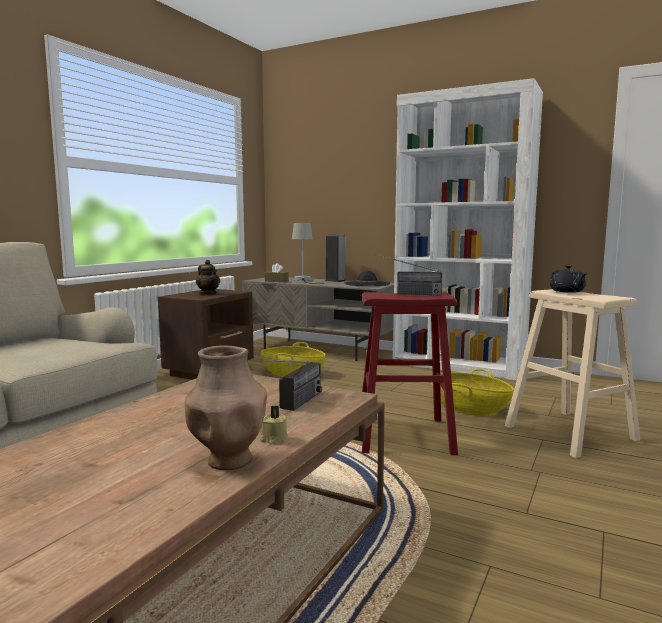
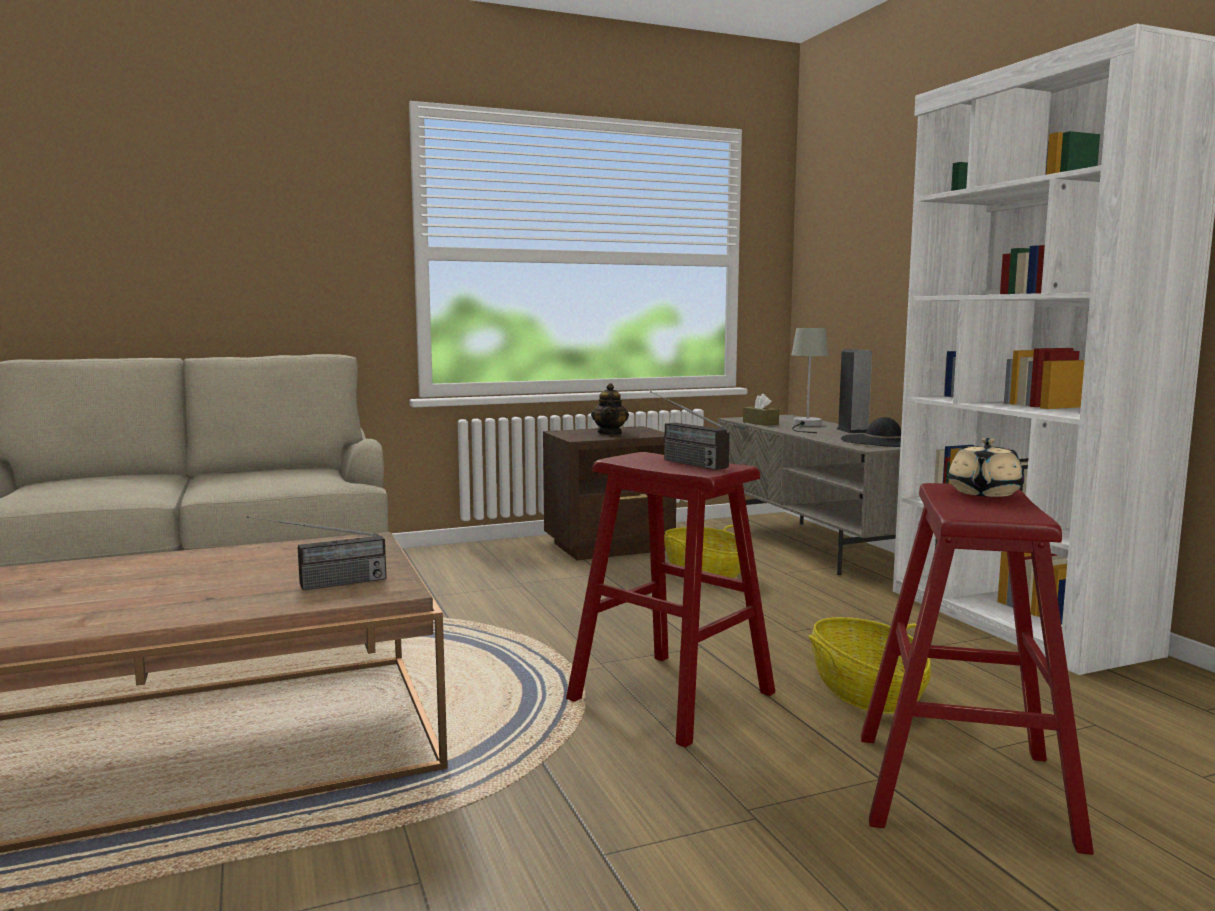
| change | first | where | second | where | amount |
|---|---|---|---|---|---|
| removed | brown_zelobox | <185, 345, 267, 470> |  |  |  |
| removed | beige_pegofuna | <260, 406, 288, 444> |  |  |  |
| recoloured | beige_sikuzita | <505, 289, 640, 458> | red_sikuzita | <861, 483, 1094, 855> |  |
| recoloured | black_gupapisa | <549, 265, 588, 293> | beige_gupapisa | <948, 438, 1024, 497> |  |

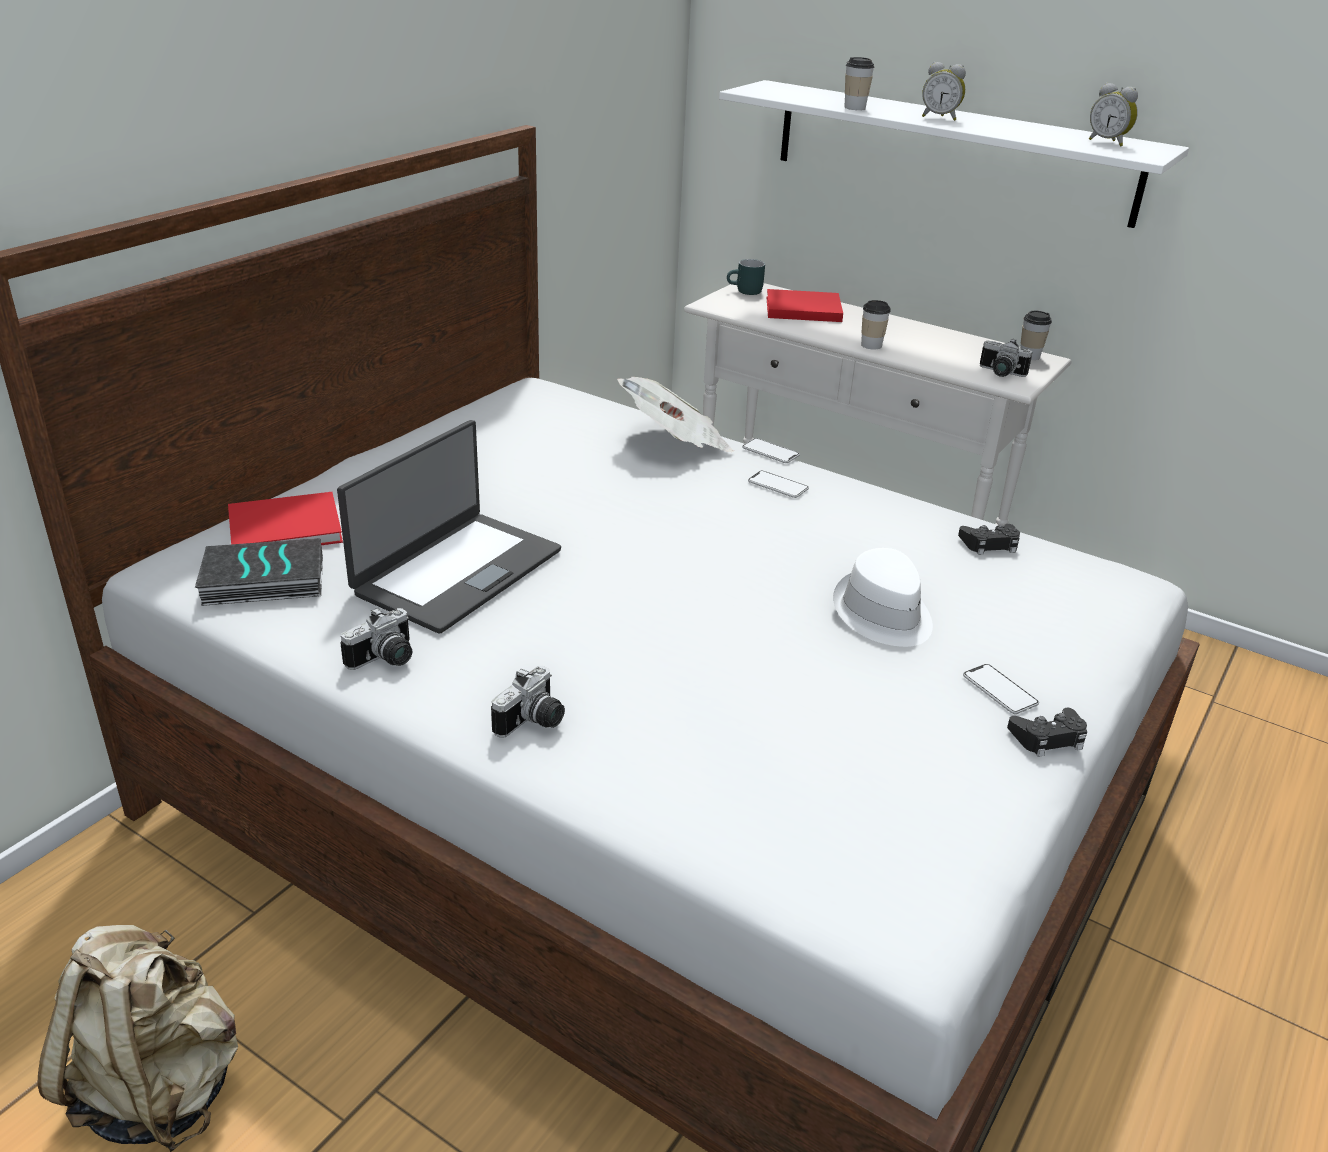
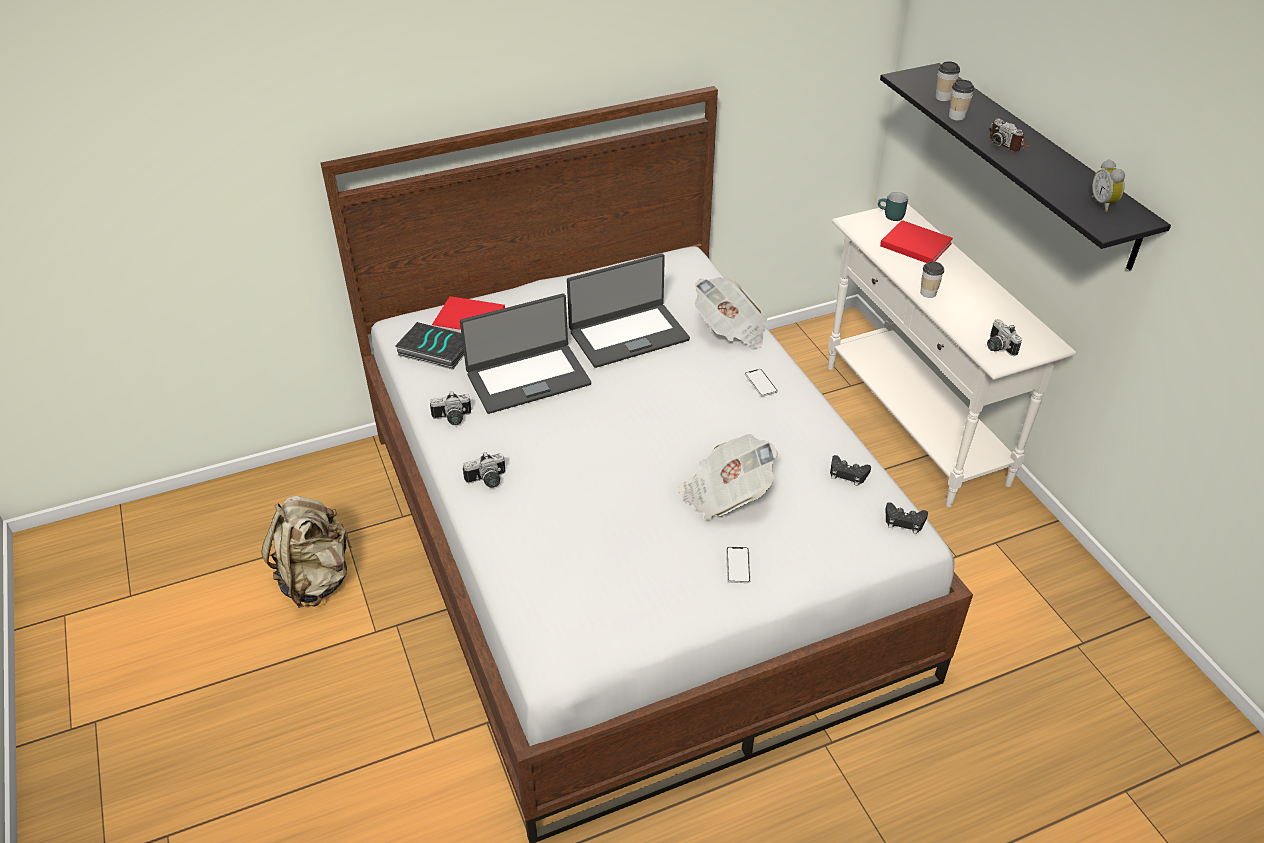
| change | first | where | second | where | amount |
|---|---|---|---|---|---|
| recoloured | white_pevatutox | <719, 80, 1189, 228> | black_pevatutox | <880, 63, 1171, 270> |  |
| removed | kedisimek | <742, 438, 800, 463> |  |  |  |
| replaced | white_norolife | <833, 548, 933, 647> | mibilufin | <678, 434, 778, 520> |  |
| replaced | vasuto | <922, 62, 966, 121> | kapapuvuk | <989, 119, 1030, 152> |  |
| moved | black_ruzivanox | <1007, 708, 1087, 757> |  | <886, 502, 928, 534> |  |
| moved | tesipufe | <1020, 311, 1052, 360> |  | <935, 61, 960, 101> |  |
| added |  |  | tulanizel | <567, 253, 690, 368> |  |

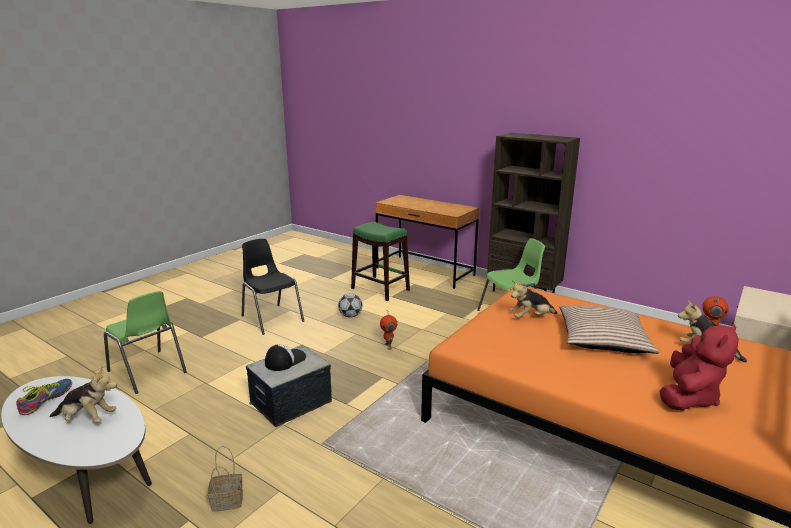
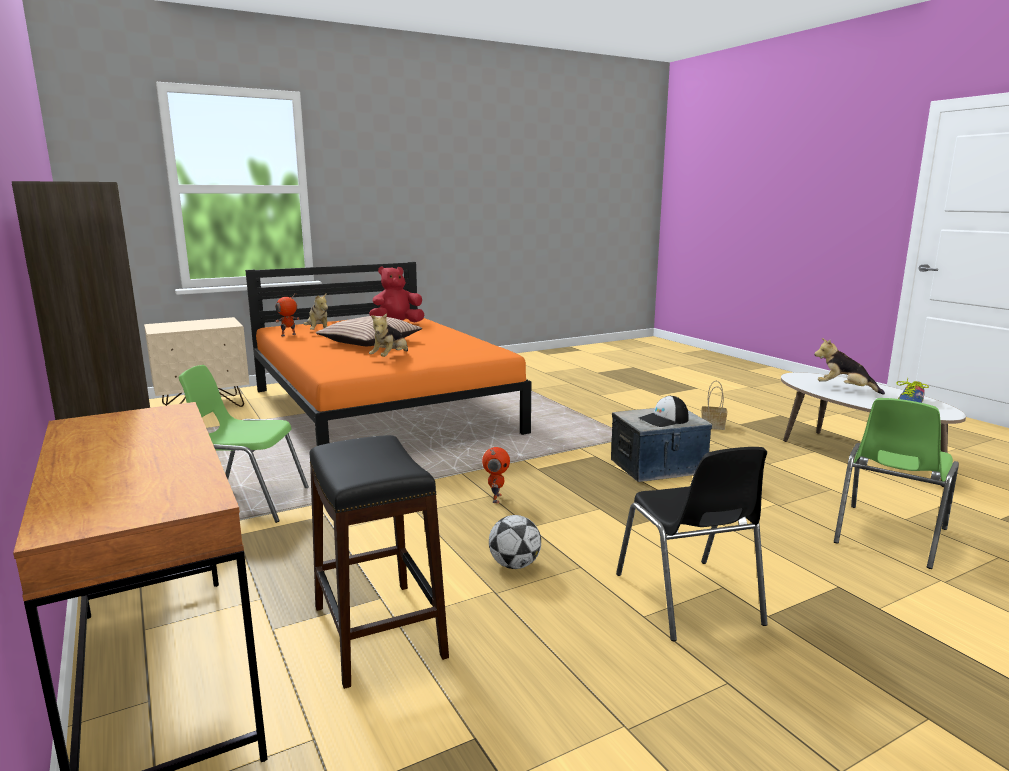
| change | first | where | second | where | amount |
|---|---|---|---|---|---|
| turned | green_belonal | <104, 291, 187, 394> |  | <834, 398, 959, 569> | 120 degrees counterclockwise |
| recoloured | green_sikuzita | <351, 222, 410, 301> | black_sikuzita | <310, 435, 449, 689> |  |
| turned | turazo | <510, 280, 557, 318> |  | <369, 313, 408, 357> | 105 degrees clockwise |

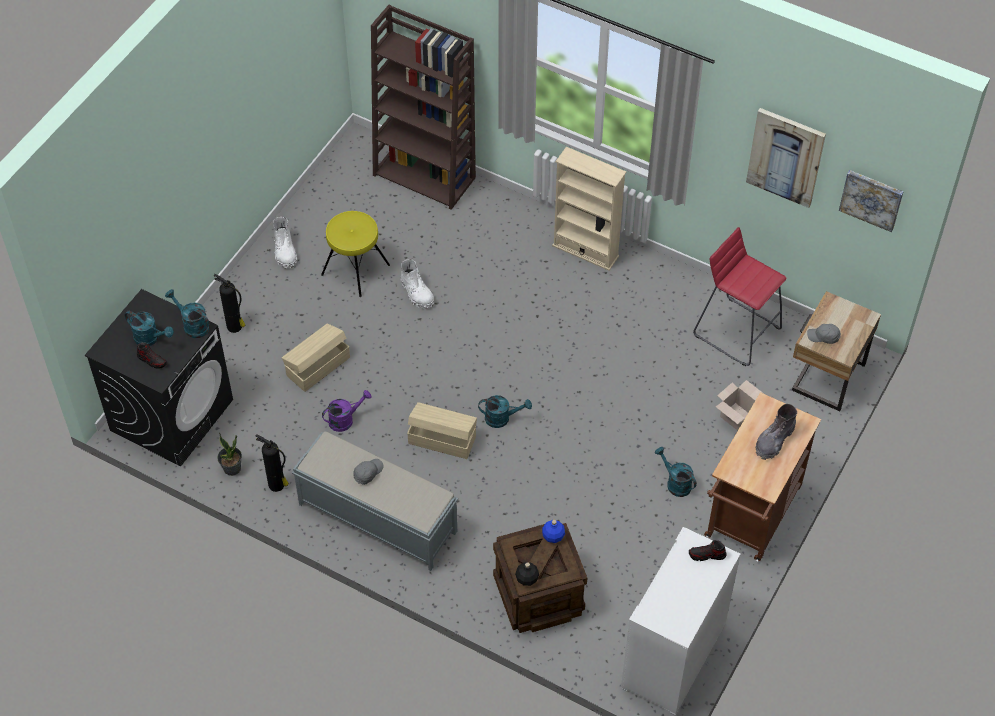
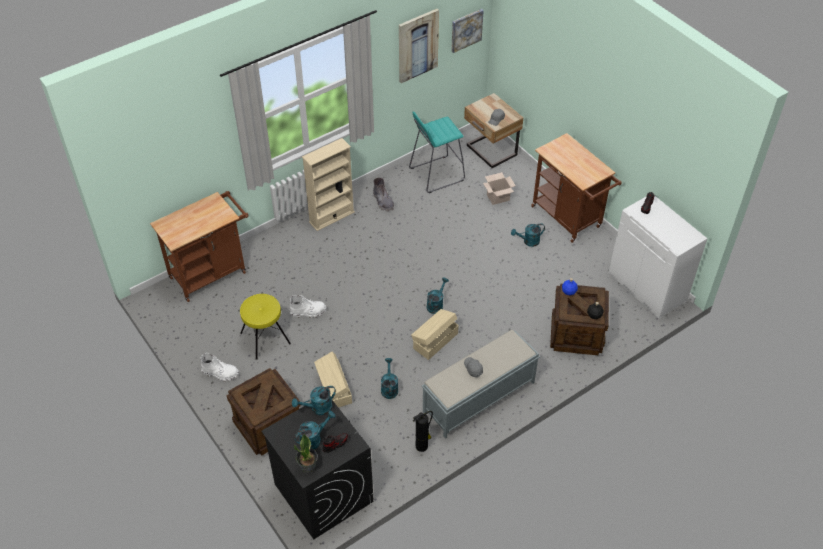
| change | first | where | second | where | amount |
|---|---|---|---|---|---|
| replaced | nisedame | <213, 274, 245, 333> | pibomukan | <227, 368, 301, 456> |  |
| moved | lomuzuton | <218, 433, 242, 476> |  | <294, 434, 318, 473> |  |
| recoloured | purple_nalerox | <322, 390, 372, 432> | turquoise_nalerox | <381, 358, 398, 399> |  |
| replaced | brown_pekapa | <371, 5, 476, 210> | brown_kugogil | <150, 191, 248, 302> |  |
| recoloured | red_sikuzita | <693, 227, 787, 366> | turquoise_sikuzita | <409, 112, 465, 193> |  |
| moved | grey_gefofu | <756, 404, 797, 460> |  | <373, 178, 394, 211> |  |

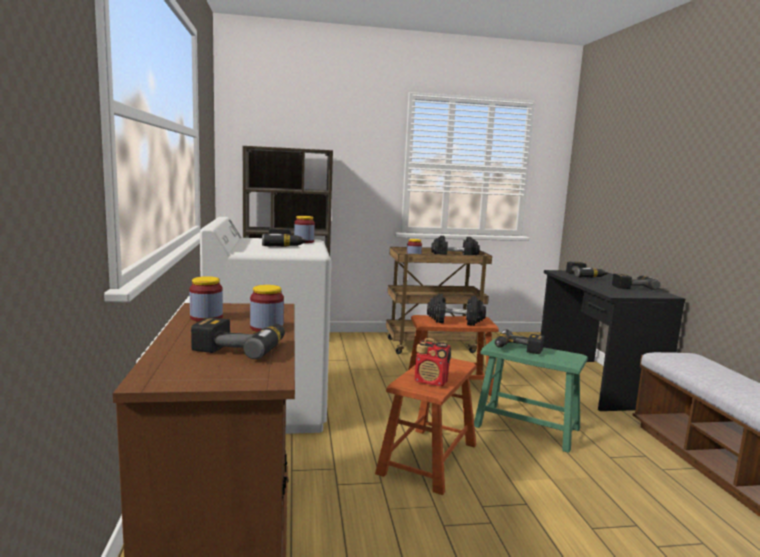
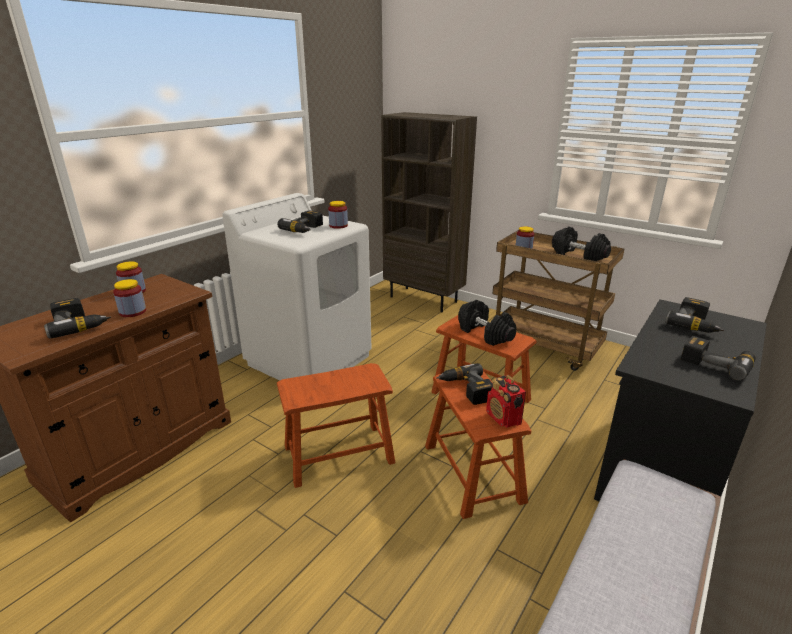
| change | first | where | second | where | amount |
|---|---|---|---|---|---|
| moved | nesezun | <415, 338, 451, 386> |  | <486, 375, 526, 428> |  |
| recoloured | green_sikuzita | <474, 339, 588, 453> | brown_sikuzita | <425, 371, 531, 519> |  |

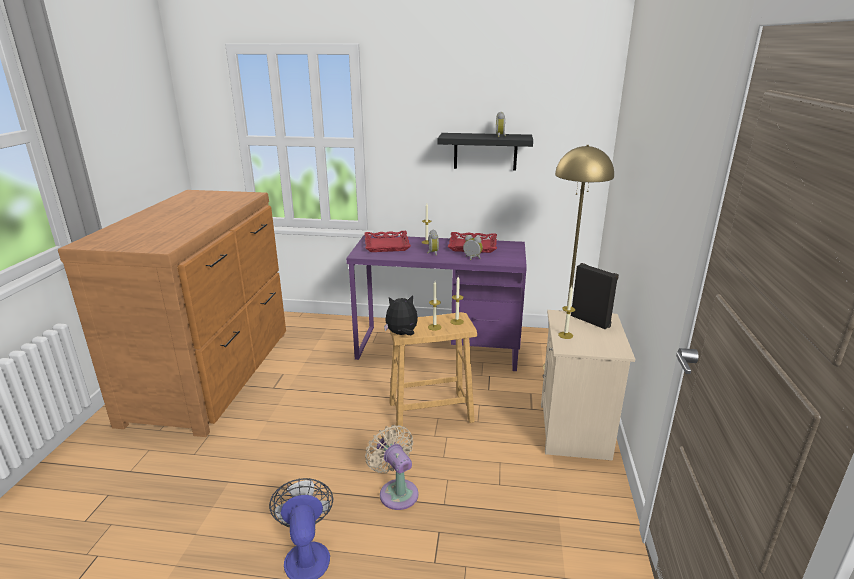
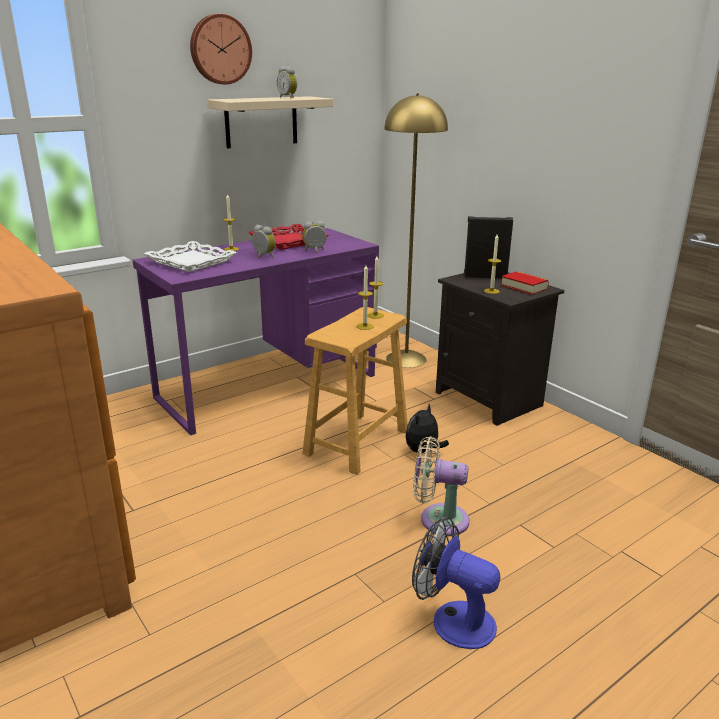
| change | first | where | second | where | amount |
|---|---|---|---|---|---|
| recoloured | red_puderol | <364, 231, 411, 252> | white_puderol | <144, 241, 237, 272> |  |
| moved | turazo | <384, 295, 418, 335> |  | <406, 404, 449, 453> |  |
| recoloured | black_pevatutox | <437, 133, 533, 170> | beige_pevatutox | <207, 96, 333, 148> |  |
| recoloured | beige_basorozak | <541, 310, 635, 461> | black_basorozak | <436, 272, 564, 426> |  |
| added |  |  | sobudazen | <190, 14, 252, 84> |  |
| added |  |  | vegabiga | <501, 271, 549, 295> |  |

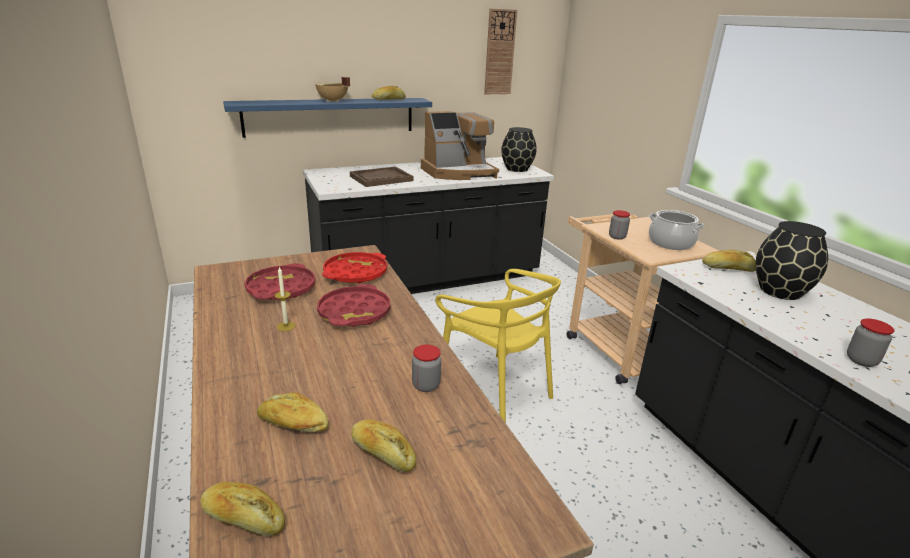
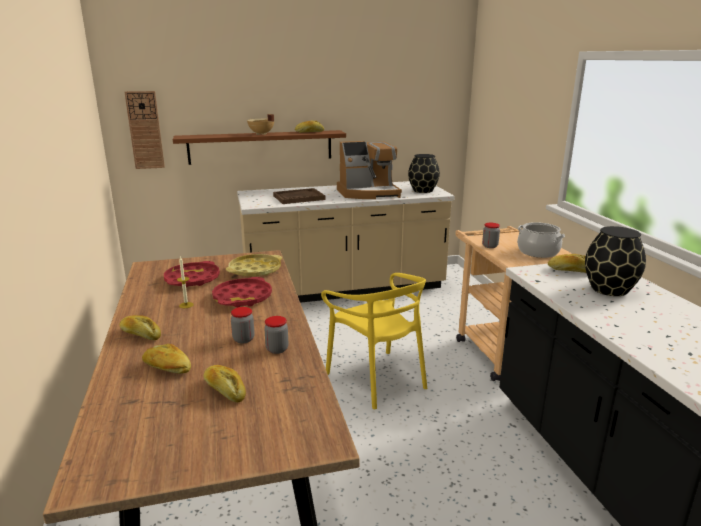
| change | first | where | second | where | amount |
|---|---|---|---|---|---|
| moved | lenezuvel | <200, 482, 285, 536> |  | <120, 315, 161, 340> |  |
| recoloured | blue_pevatutox | <223, 98, 432, 138> | brown_pevatutox | <173, 130, 346, 165> |  |
| recoloured | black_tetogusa | <303, 157, 554, 294> | beige_tetogusa | <237, 181, 455, 303> |  |
| recoloured | red_puderol | <322, 252, 387, 283> | yellow_puderol | <226, 254, 282, 277> |  |
| moved | sobudazen | <484, 9, 517, 94> |  | <124, 91, 165, 169> |  |
| moved | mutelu | <847, 319, 894, 367> |  | <231, 307, 255, 343> |  |

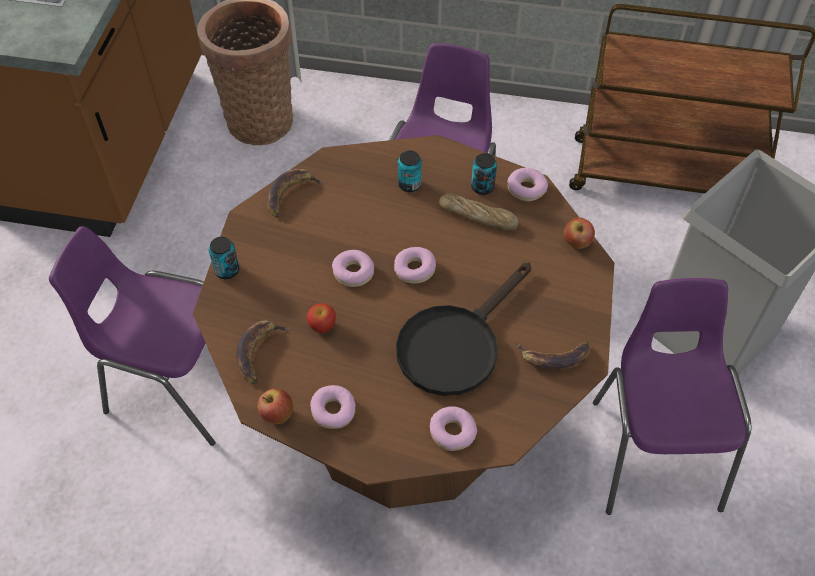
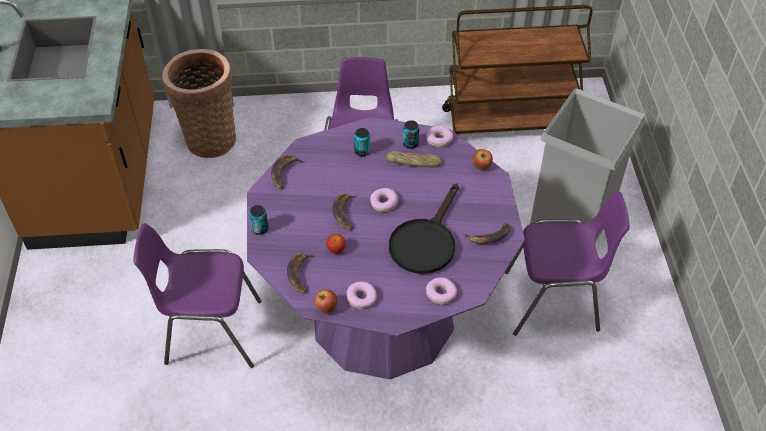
| change | first | where | second | where | amount |
|---|---|---|---|---|---|
| recoloured | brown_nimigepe | <193, 135, 614, 508> | purple_nimigepe | <247, 117, 525, 379> |  |
| replaced | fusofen | <332, 250, 374, 287> | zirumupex | <332, 193, 358, 230> |  |
| turned | purple_belonal | <593, 278, 751, 515> |  | <505, 191, 630, 336> | 105 degrees clockwise |

